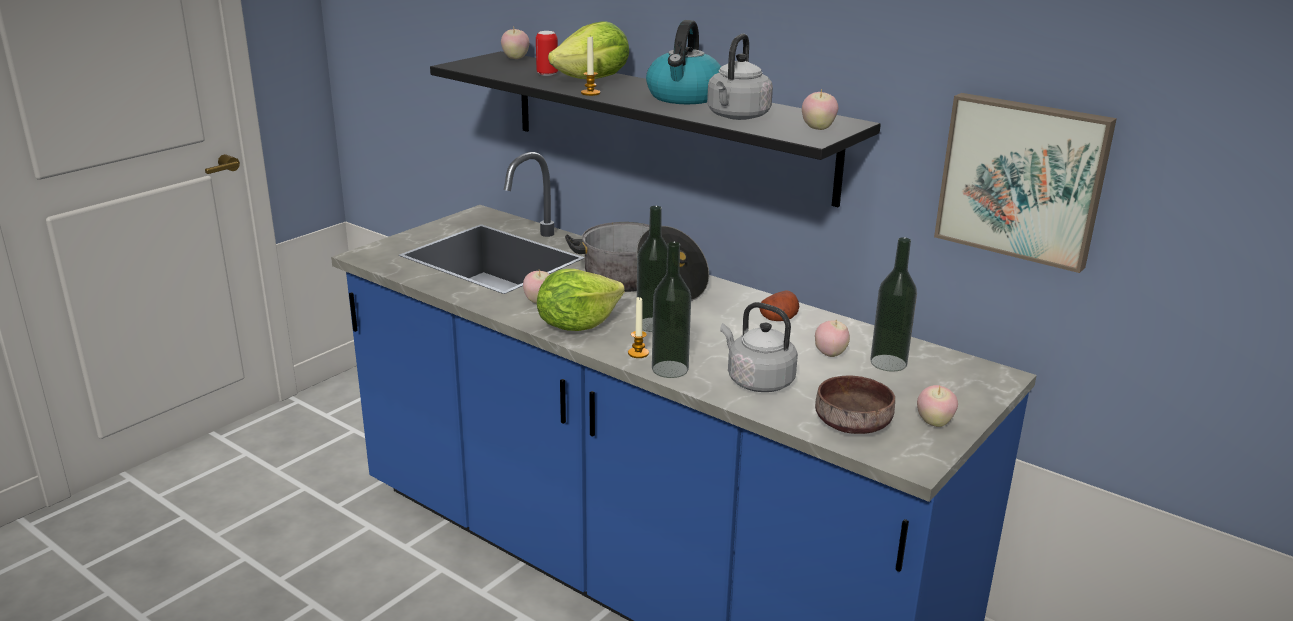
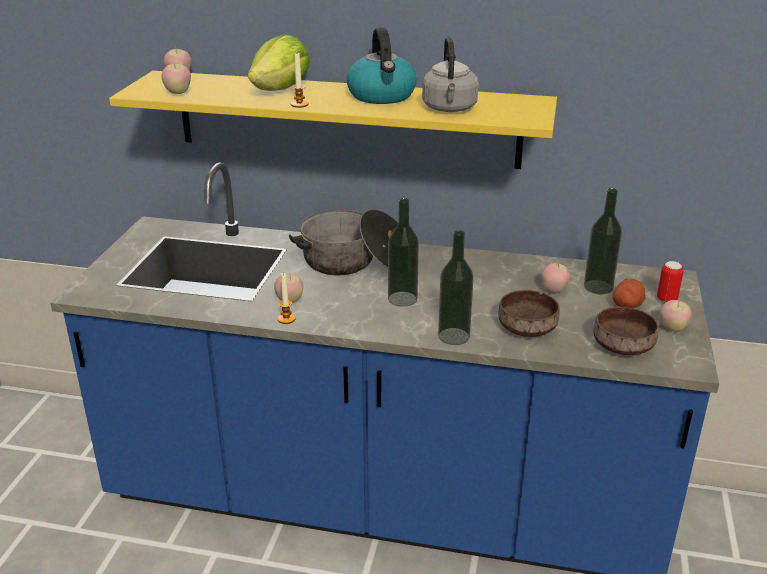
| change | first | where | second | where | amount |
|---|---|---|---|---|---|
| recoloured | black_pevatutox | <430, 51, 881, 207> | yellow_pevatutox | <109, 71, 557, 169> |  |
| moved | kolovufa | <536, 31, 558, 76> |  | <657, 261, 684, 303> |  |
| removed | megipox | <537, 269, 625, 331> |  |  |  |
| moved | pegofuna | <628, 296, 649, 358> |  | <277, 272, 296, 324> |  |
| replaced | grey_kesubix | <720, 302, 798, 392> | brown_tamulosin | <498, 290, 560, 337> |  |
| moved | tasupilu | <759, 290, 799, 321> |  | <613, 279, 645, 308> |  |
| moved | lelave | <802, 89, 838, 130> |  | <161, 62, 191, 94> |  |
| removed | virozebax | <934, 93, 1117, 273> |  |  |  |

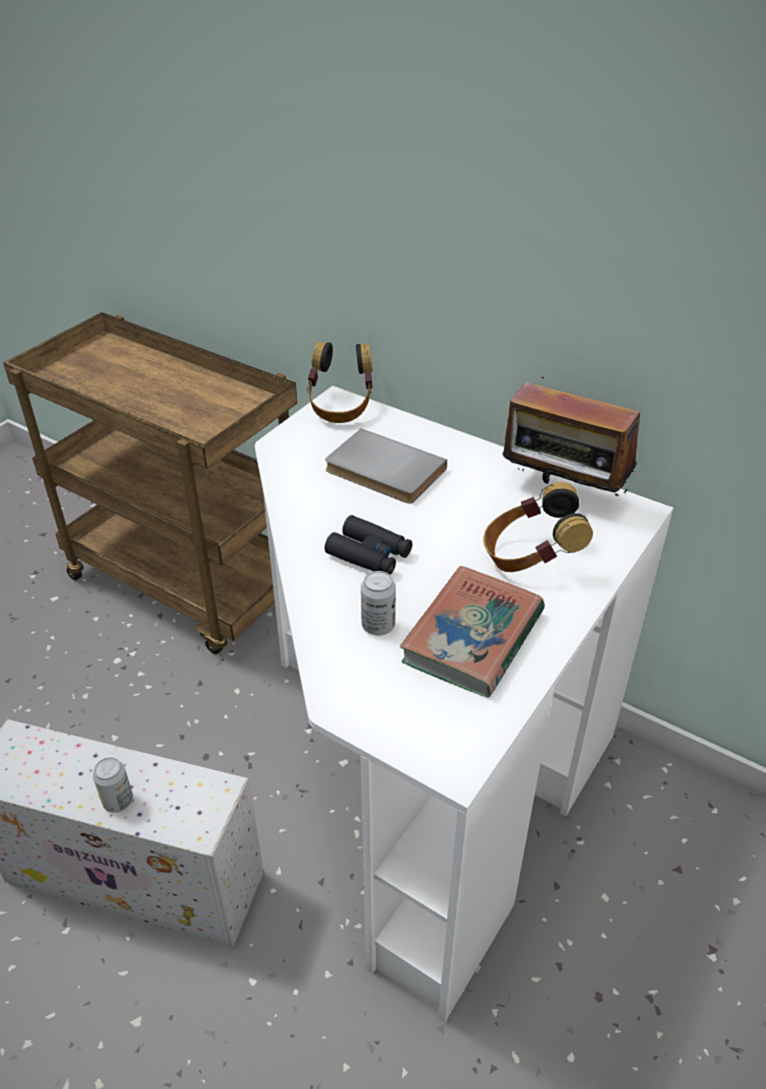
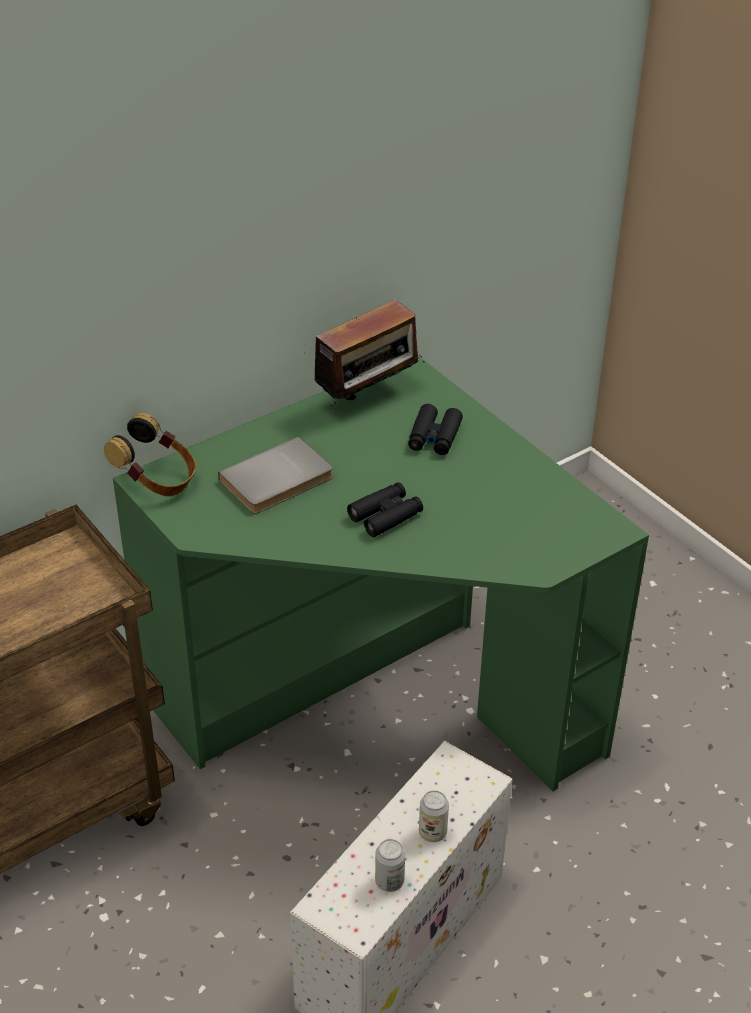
| change | first | where | second | where | amount |
|---|---|---|---|---|---|
| recoloured | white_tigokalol | <255, 386, 674, 1023> | green_tigokalol | <113, 356, 649, 791> |  |
| moved | kolovufa | <361, 571, 396, 635> |  | <375, 839, 405, 892> |  |
| removed | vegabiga | <400, 566, 545, 697> |  |  |  |
| replaced | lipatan | <483, 482, 593, 572> | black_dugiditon | <408, 404, 463, 455> |  |

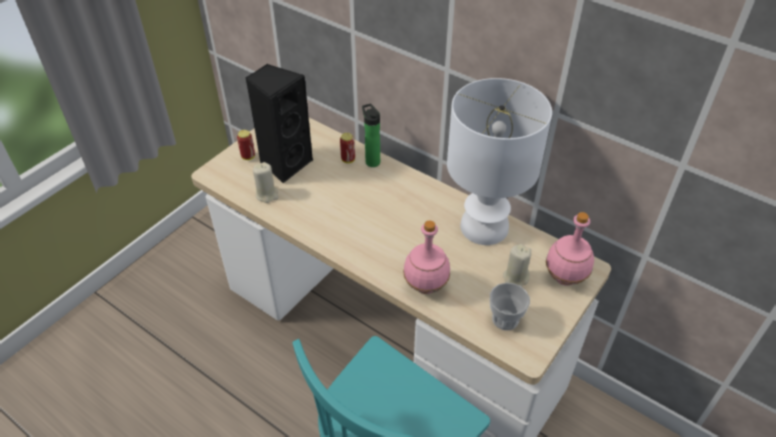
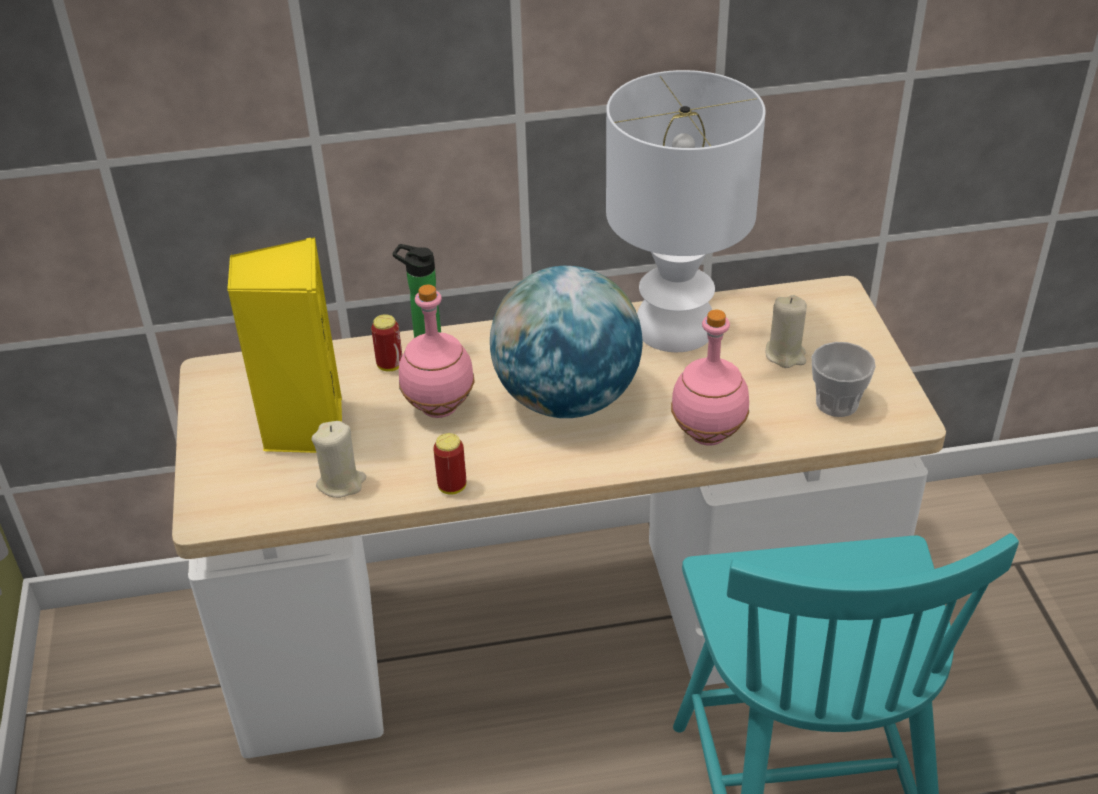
| change | first | where | second | where | amount |
|---|---|---|---|---|---|
| moved | kolovufa | <237, 130, 255, 160> |  | <433, 433, 466, 495> |  |
| recoloured | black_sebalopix | <245, 64, 313, 183> | yellow_sebalopix | <227, 237, 342, 453> |  |
| moved | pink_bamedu | <546, 212, 594, 286> |  | <399, 285, 475, 418> |  |
| added |  |  | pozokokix | <490, 266, 643, 418> |  |

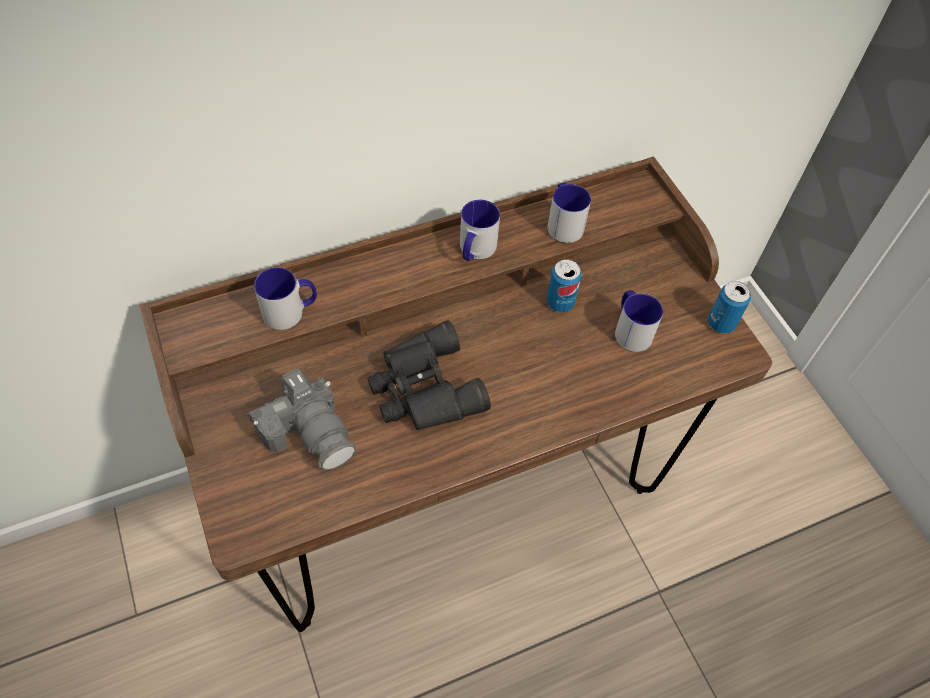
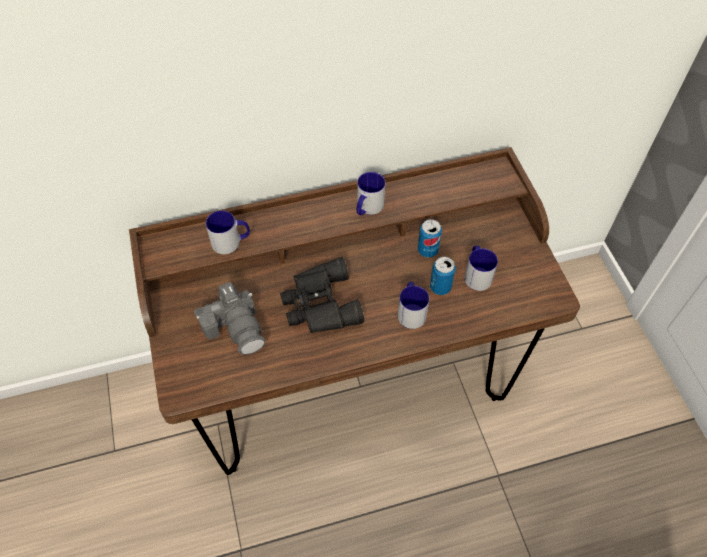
| change | first | where | second | where | amount |
|---|---|---|---|---|---|
| moved | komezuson | <547, 183, 591, 243> |  | <398, 282, 429, 329> |  |
| moved | kolovufa | <708, 281, 751, 334> |  | <430, 257, 456, 295> |  |

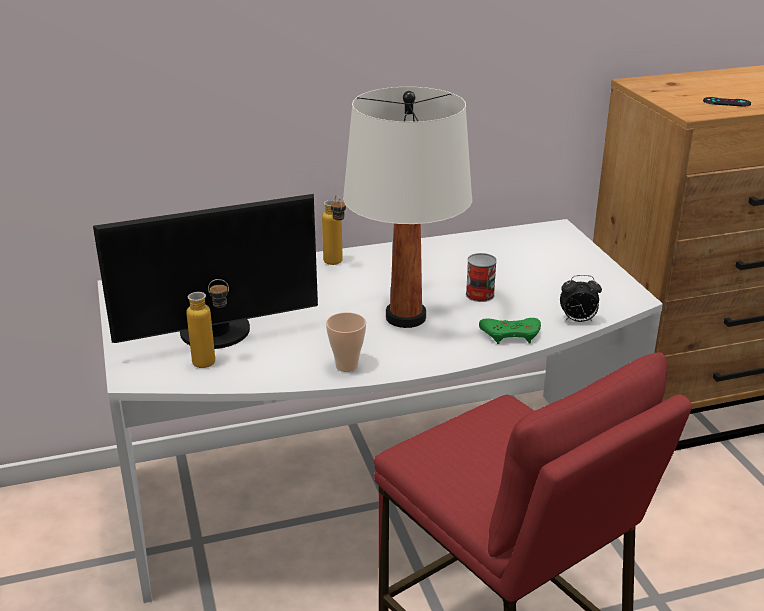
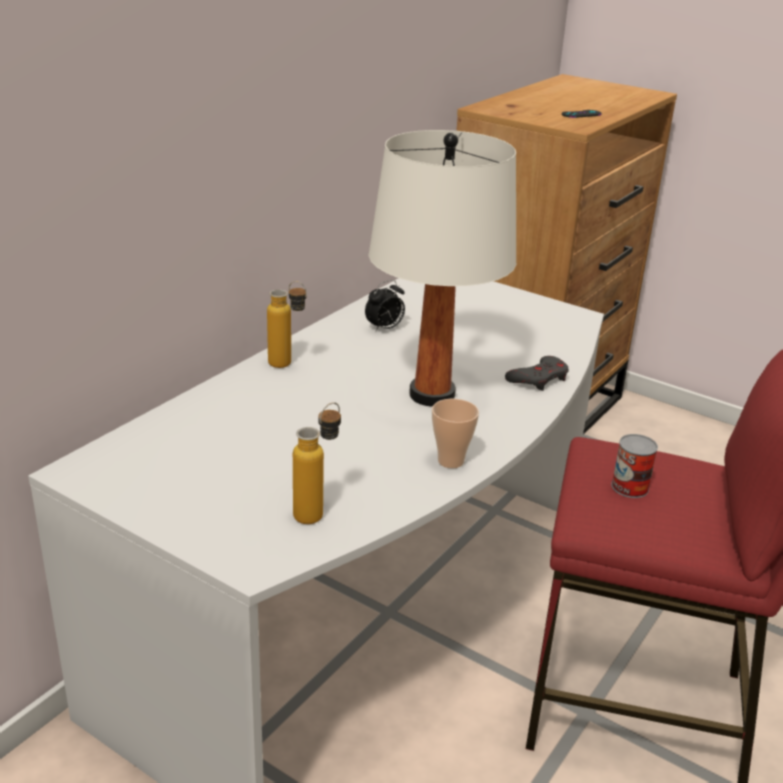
| change | first | where | second | where | amount |
|---|---|---|---|---|---|
| removed | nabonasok | <93, 194, 318, 349> |  |  |  |
| moved | kolovufa | <466, 253, 497, 302> |  | <611, 434, 658, 498> |  |
| recoloured | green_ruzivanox | <479, 318, 541, 344> | grey_ruzivanox | <505, 356, 569, 391> |  |
| moved | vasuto | <560, 275, 602, 322> |  | <365, 280, 405, 332> |  |

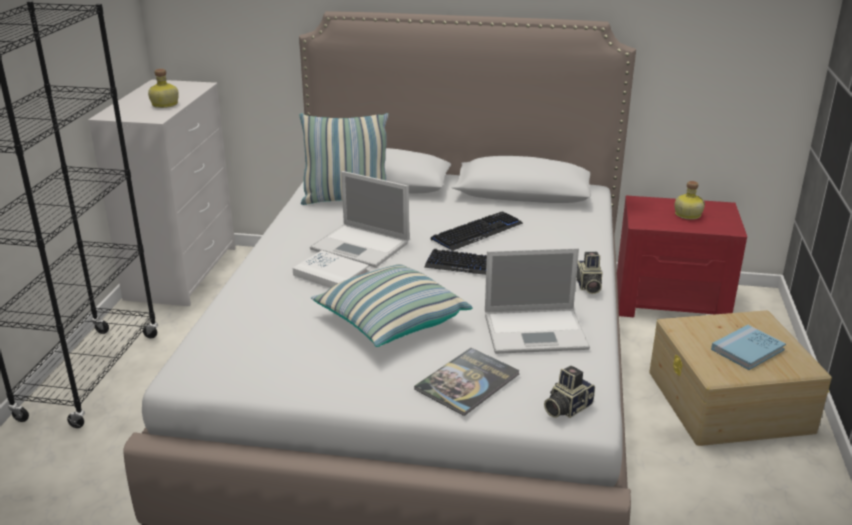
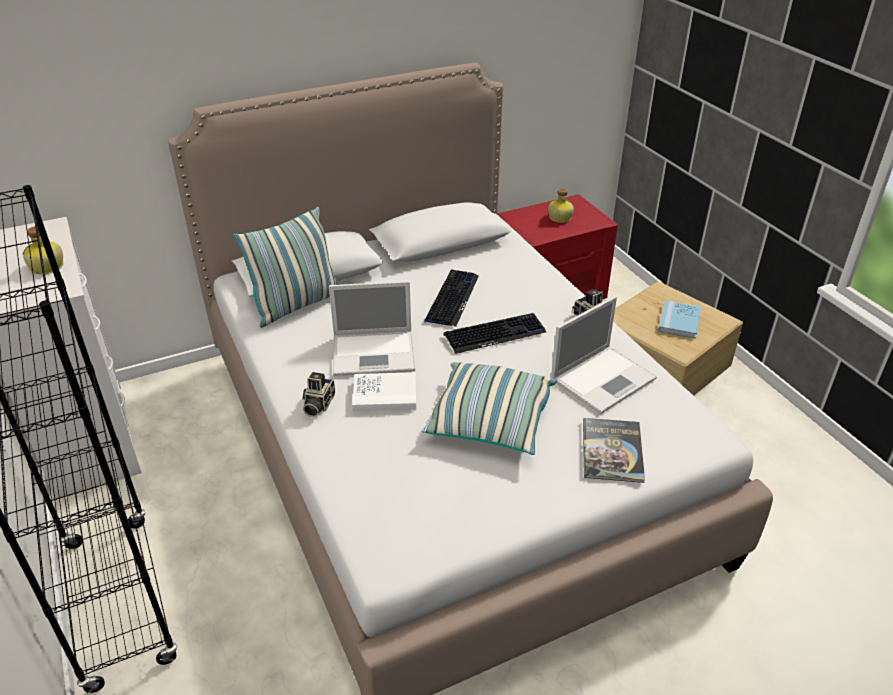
| change | first | where | second | where | amount |
|---|---|---|---|---|---|
| moved | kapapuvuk | <544, 366, 595, 418> |  | <302, 372, 335, 417> |  |

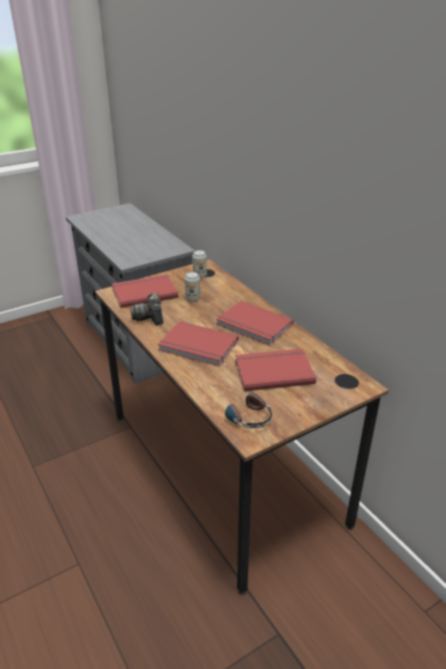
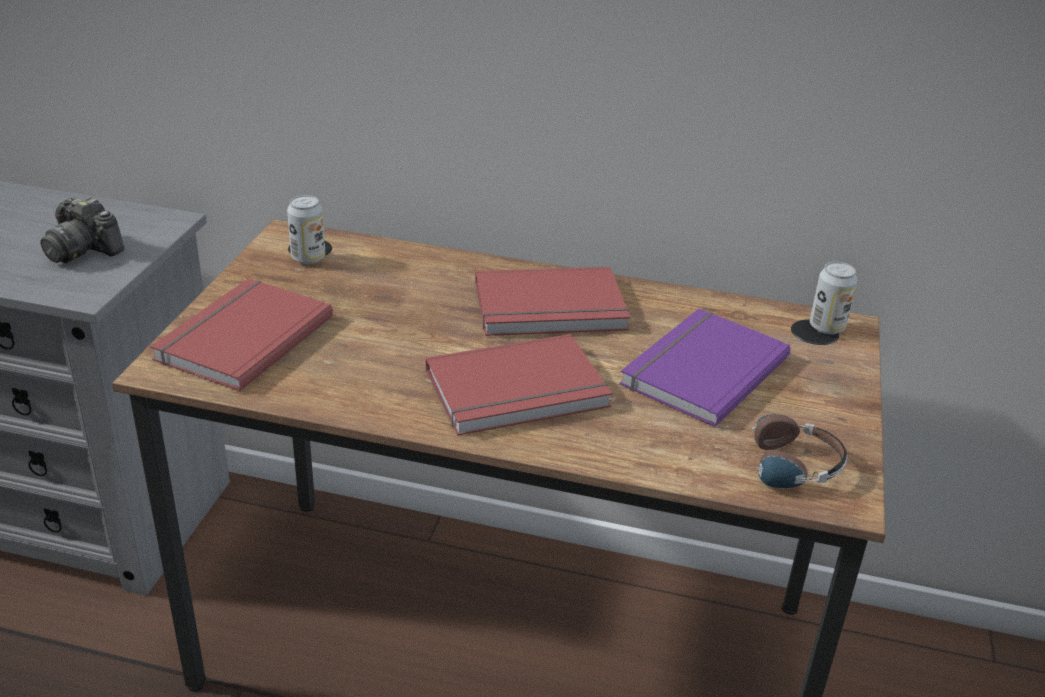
| change | first | where | second | where | amount |
|---|---|---|---|---|---|
| moved | kapapuvuk | <130, 293, 163, 325> |  | <40, 197, 125, 263> |  |
| moved | kolovufa | <185, 272, 200, 302> |  | <810, 262, 857, 334> |  |
| recoloured | red_vegabiga | <235, 349, 316, 391> | purple_vegabiga | <619, 309, 791, 427> |  |

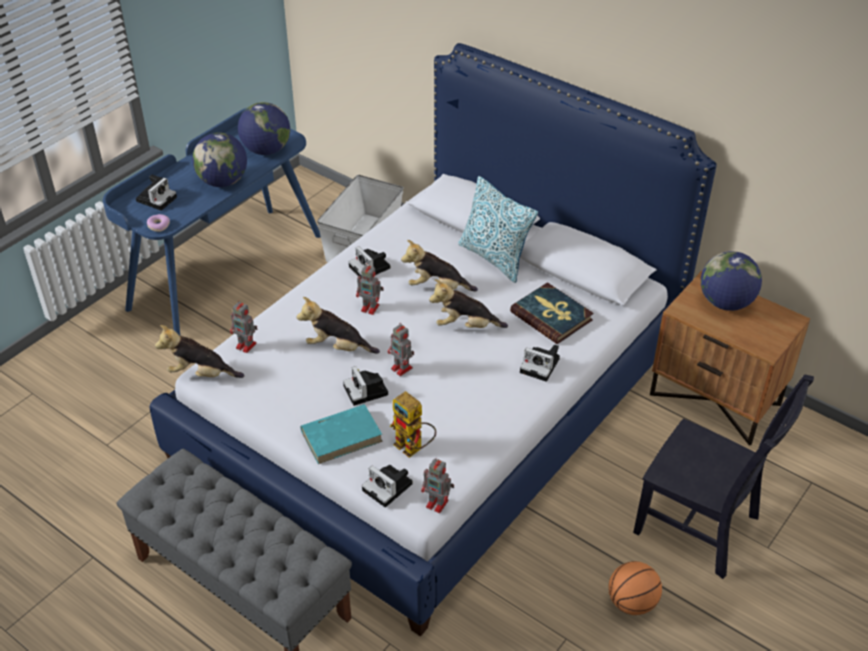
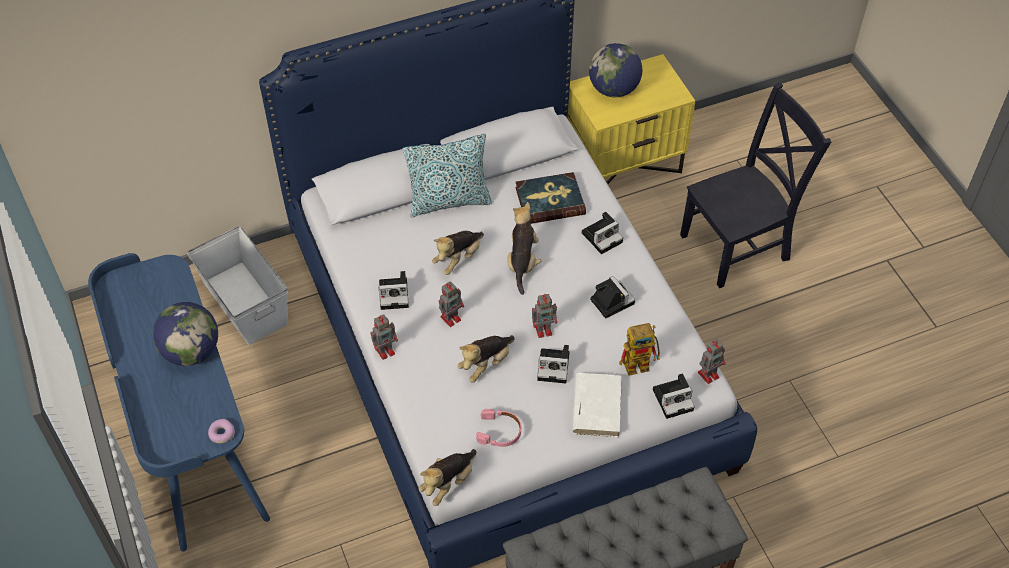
| change | first | where | second | where | amount |
|---|---|---|---|---|---|
| moved | kapapuvuk | <136, 175, 177, 211> |  | <591, 276, 635, 318> |  |
| moved | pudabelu | <230, 300, 257, 353> |  | <371, 314, 398, 360> |  |
| removed | pozokokix | <238, 102, 290, 155> |  |  |  |
| recoloured | turquoise_vegabiga | <300, 404, 383, 464> | white_vegabiga | <572, 373, 622, 437> |  |
| turned | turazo | <429, 279, 508, 328> |  | <507, 202, 542, 295> | 150 degrees clockwise |
| removed | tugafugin | <608, 561, 662, 615> |  |  |  |
| recoloured | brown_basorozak | <650, 271, 810, 446> | yellow_basorozak | <568, 54, 695, 184> |  |
| added |  |  | pink_lipatan | <476, 409, 521, 447> |  |

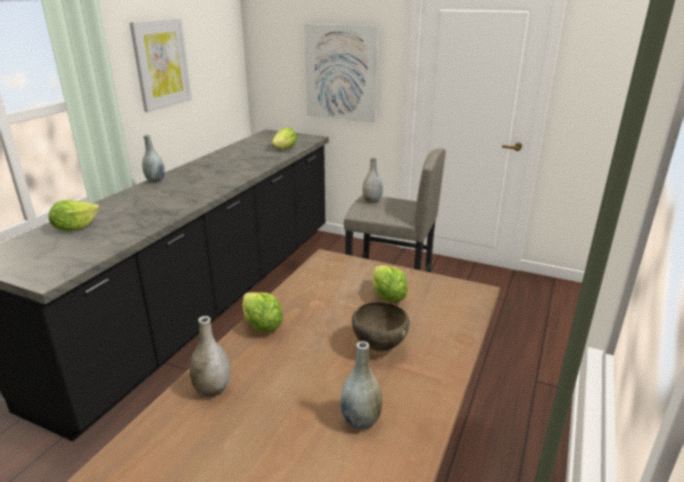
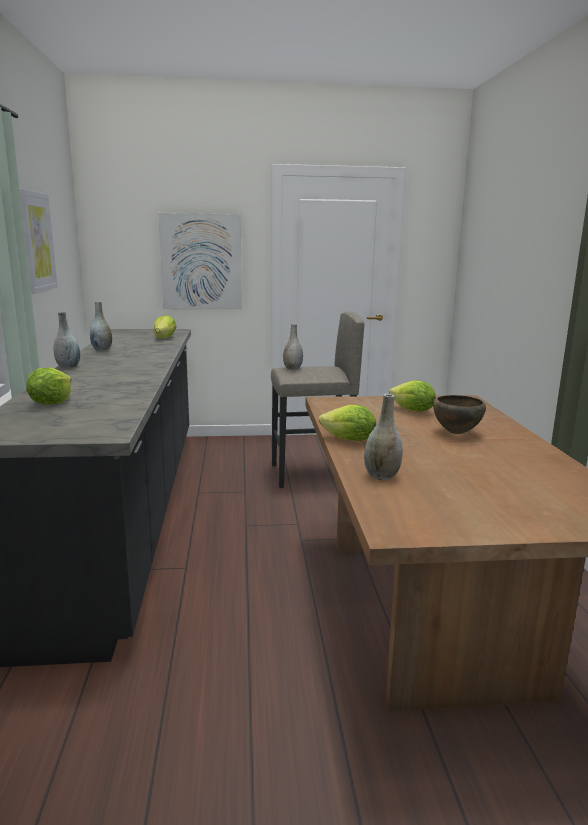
| change | first | where | second | where | amount |
|---|---|---|---|---|---|
| moved | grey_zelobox | <340, 341, 382, 430> |  | <90, 302, 112, 351> |  |

